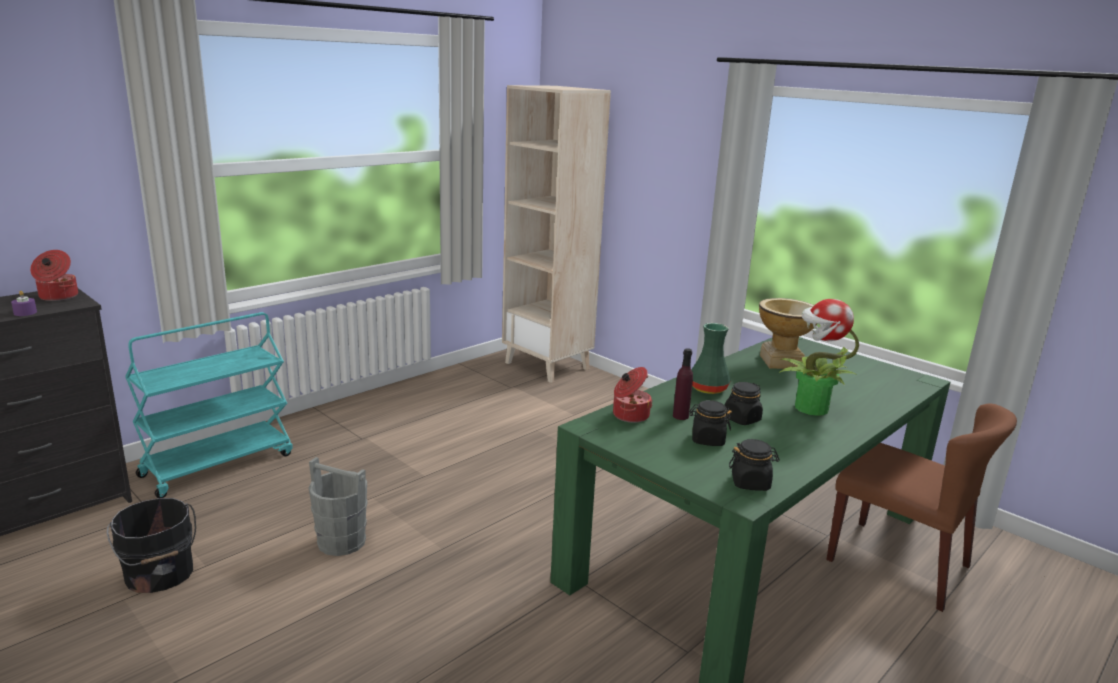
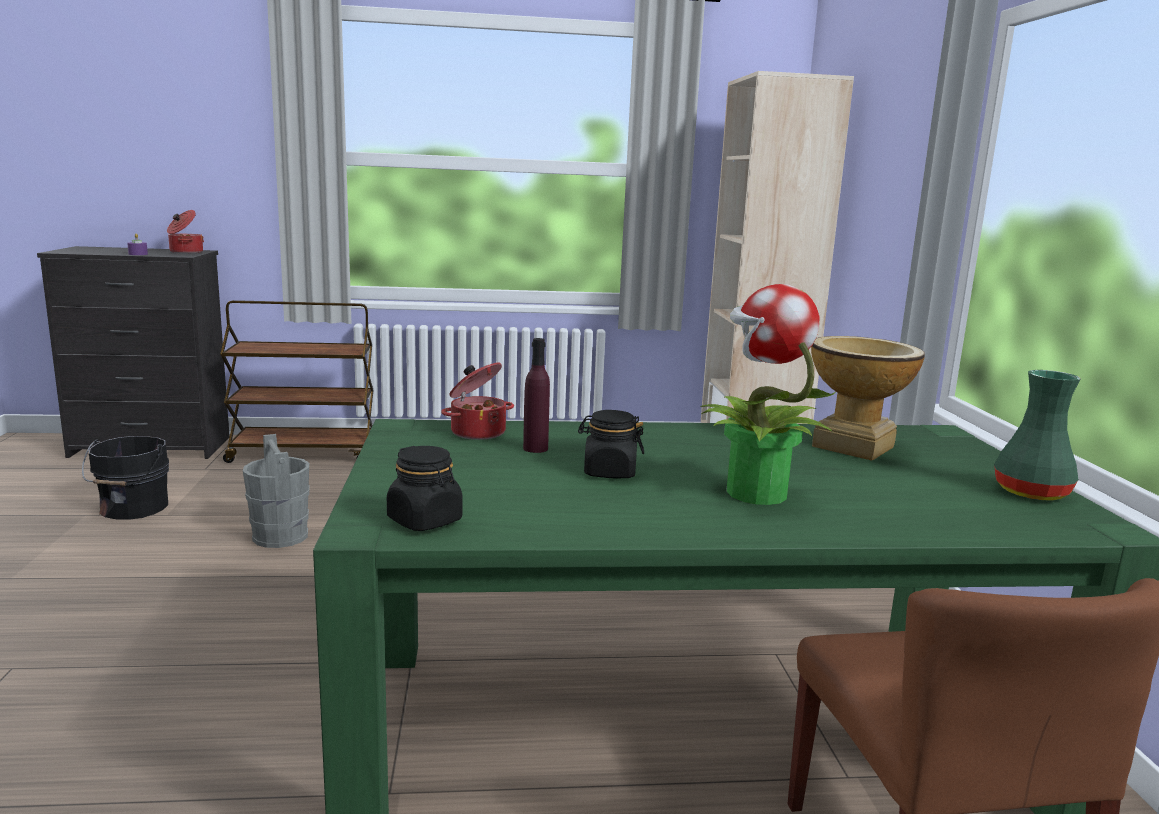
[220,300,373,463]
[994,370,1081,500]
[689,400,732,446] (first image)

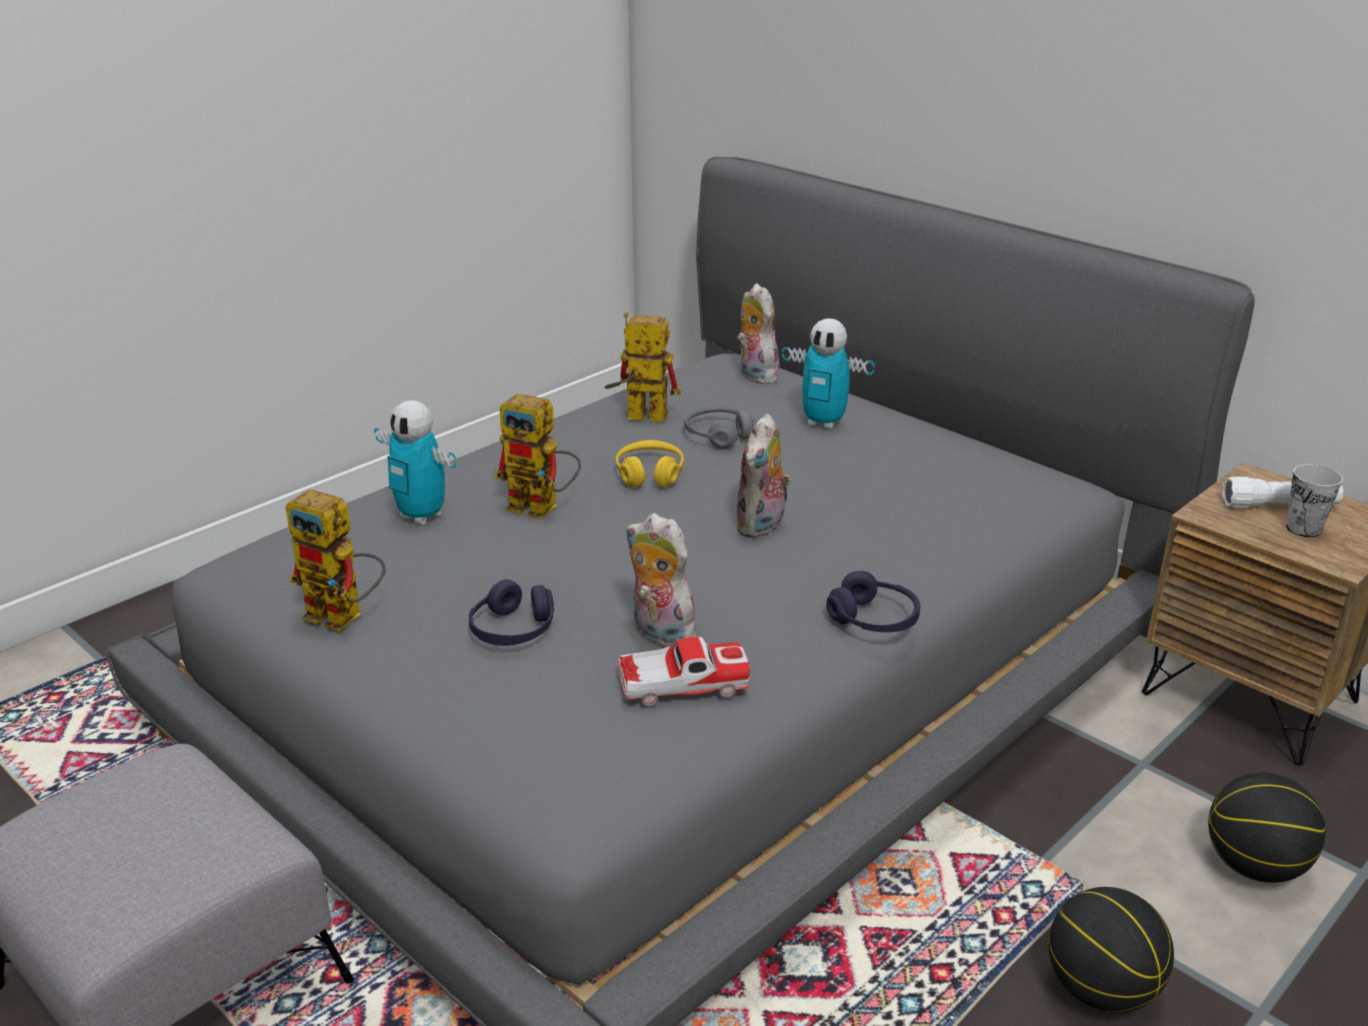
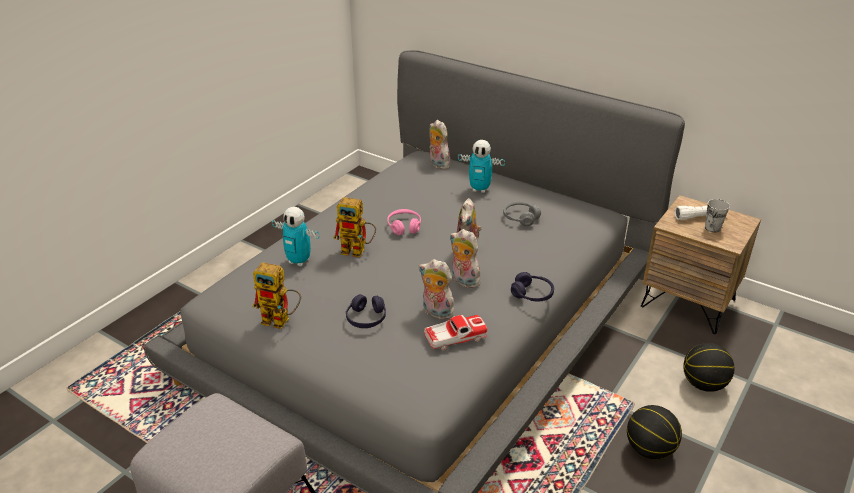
[387,209,421,235]
[450,229,480,288]
[503,202,541,226]
[605,312,681,423] (first image)

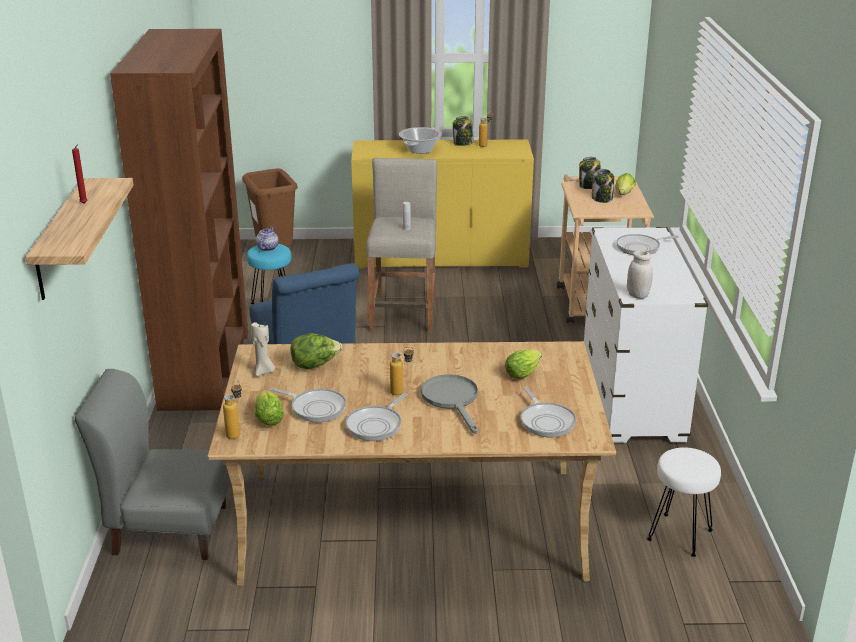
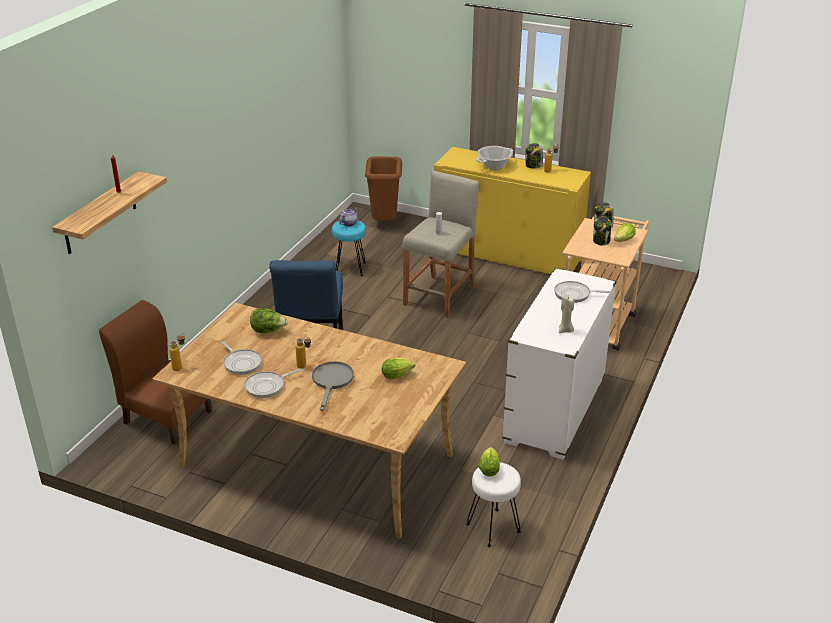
[99,300,212,444]
[478,447,500,477]
[559,295,574,333]
[110,29,248,411] (first image)
[520,387,576,437] (first image)
[627,250,653,299] (first image)

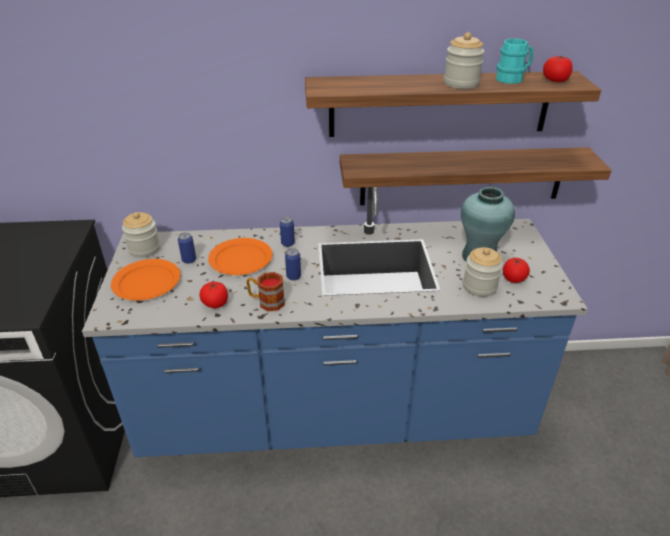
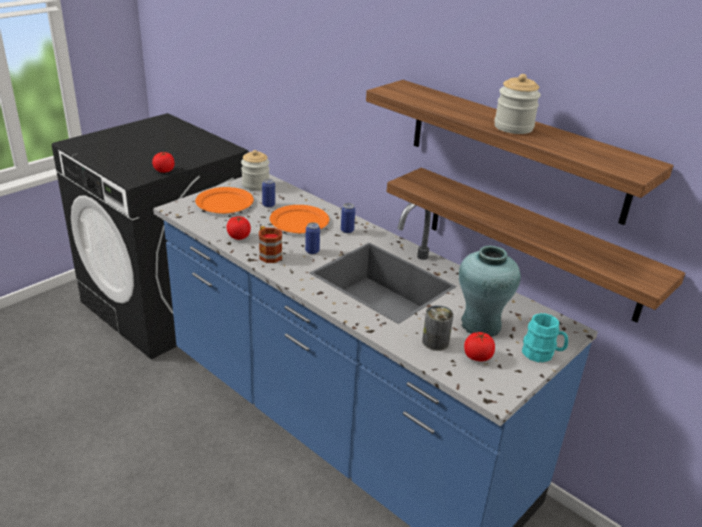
[152,152,175,173]
[422,305,453,351]
[522,313,568,363]

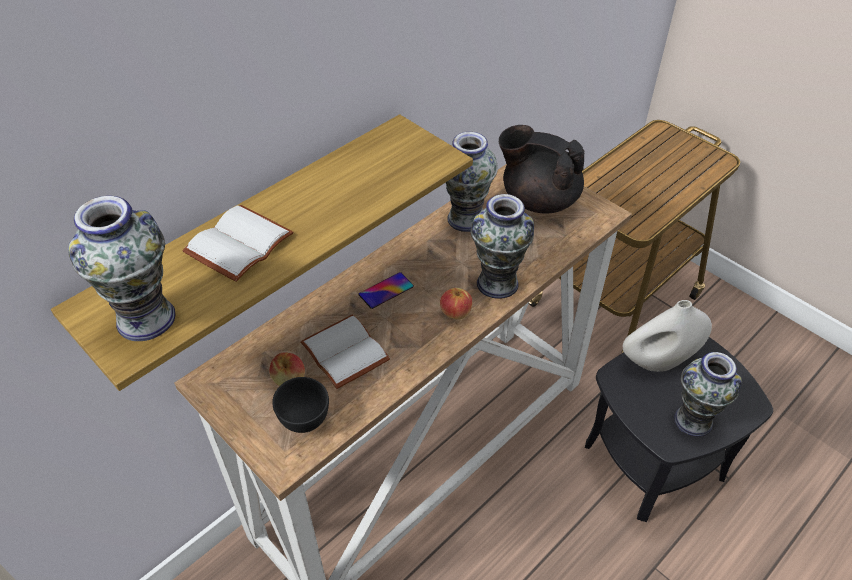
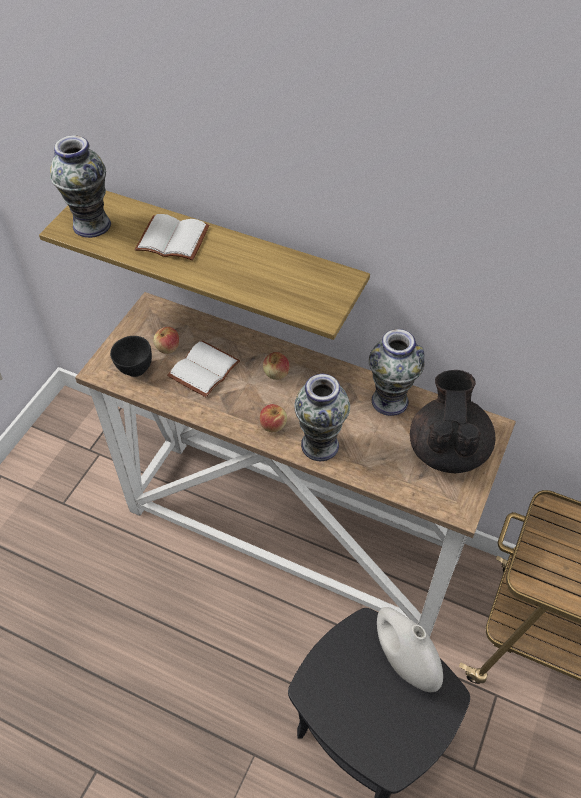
[263,352,289,380]
[674,352,742,437] (first image)

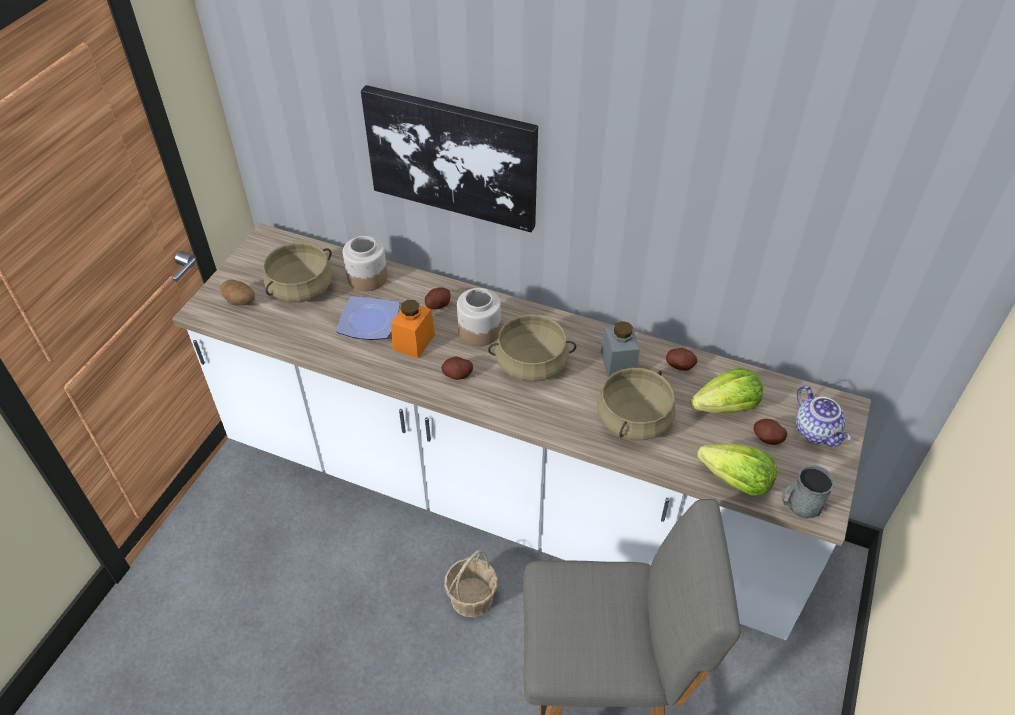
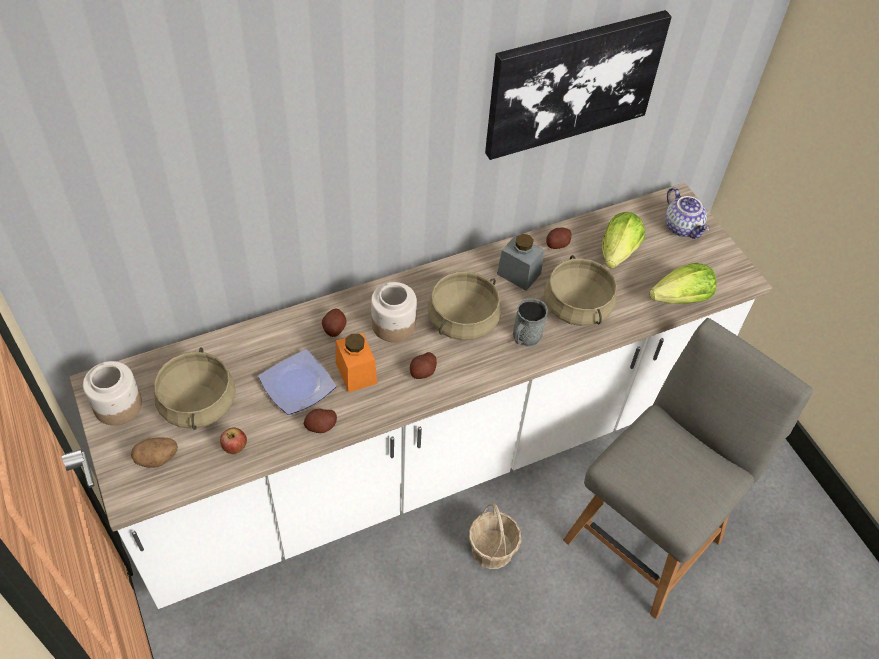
[83,361,142,425]
[220,427,247,454]
[304,409,337,433]
[485,10,672,160]
[513,298,548,347]
[665,187,710,239]

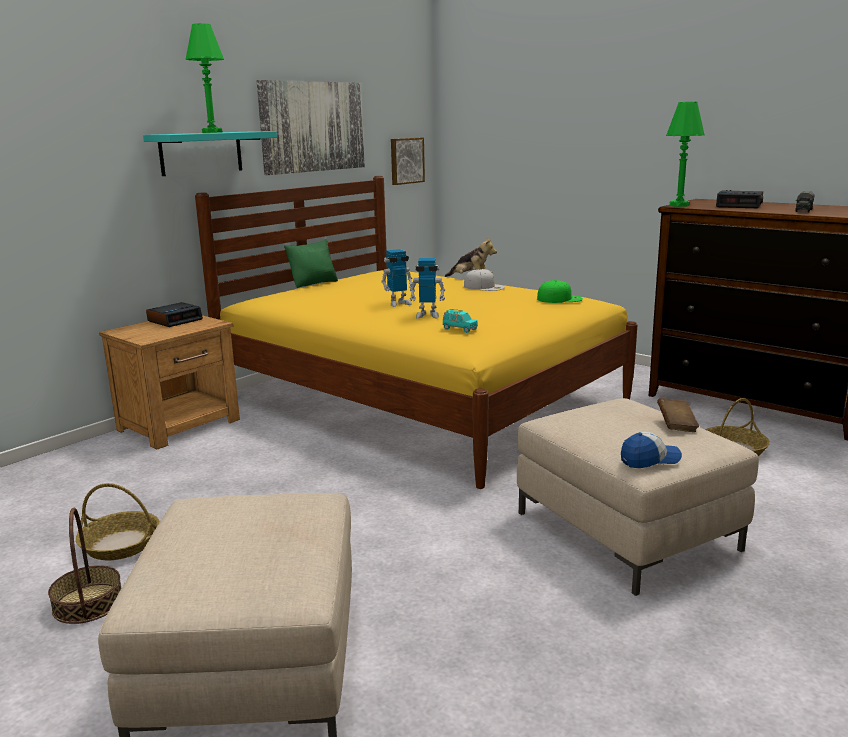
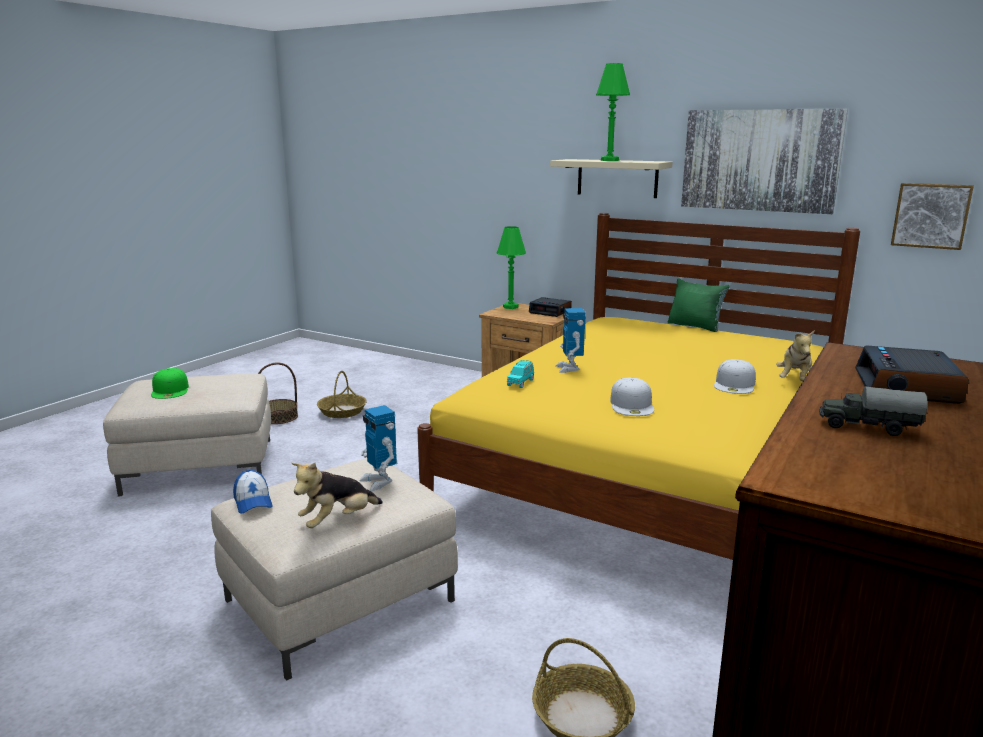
[151,368,189,399]
[292,463,383,528]
[359,405,397,491]
[497,226,526,309]
[550,159,673,198]
[610,378,654,416]

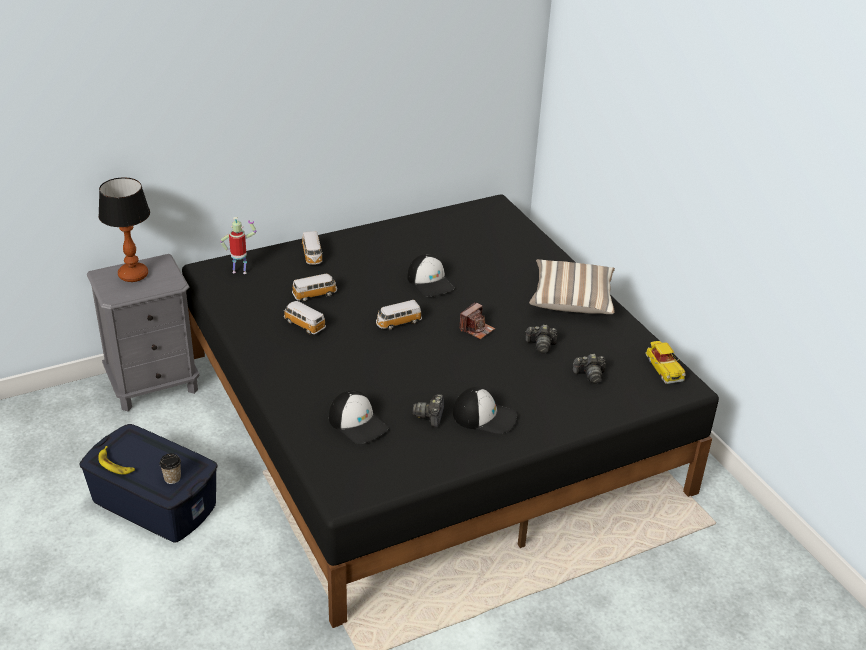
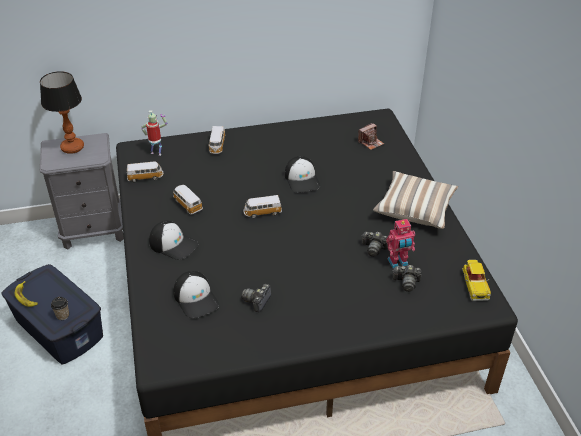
[127,162,164,183]
[149,221,198,260]
[358,123,384,150]
[386,219,415,269]

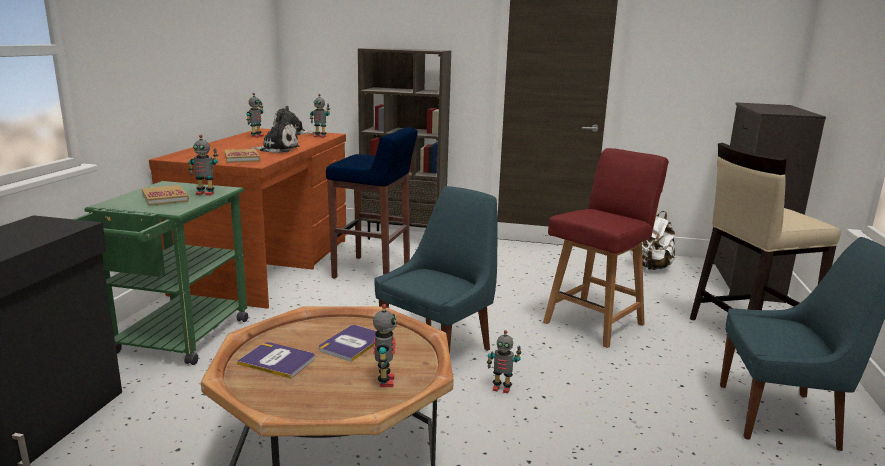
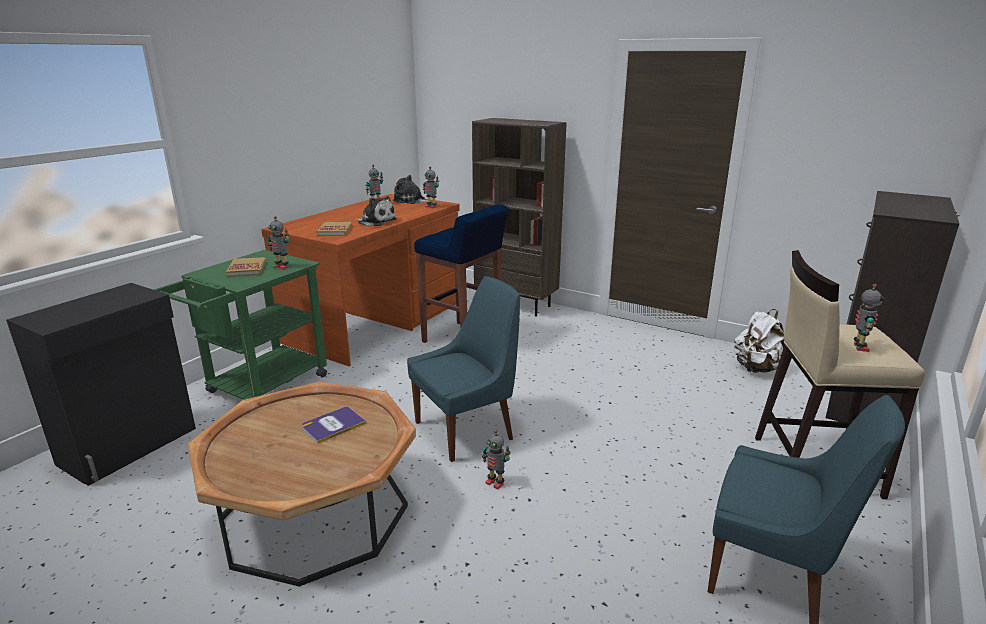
[854,284,884,352]
[237,342,315,379] (first image)
[543,148,669,348] (first image)

